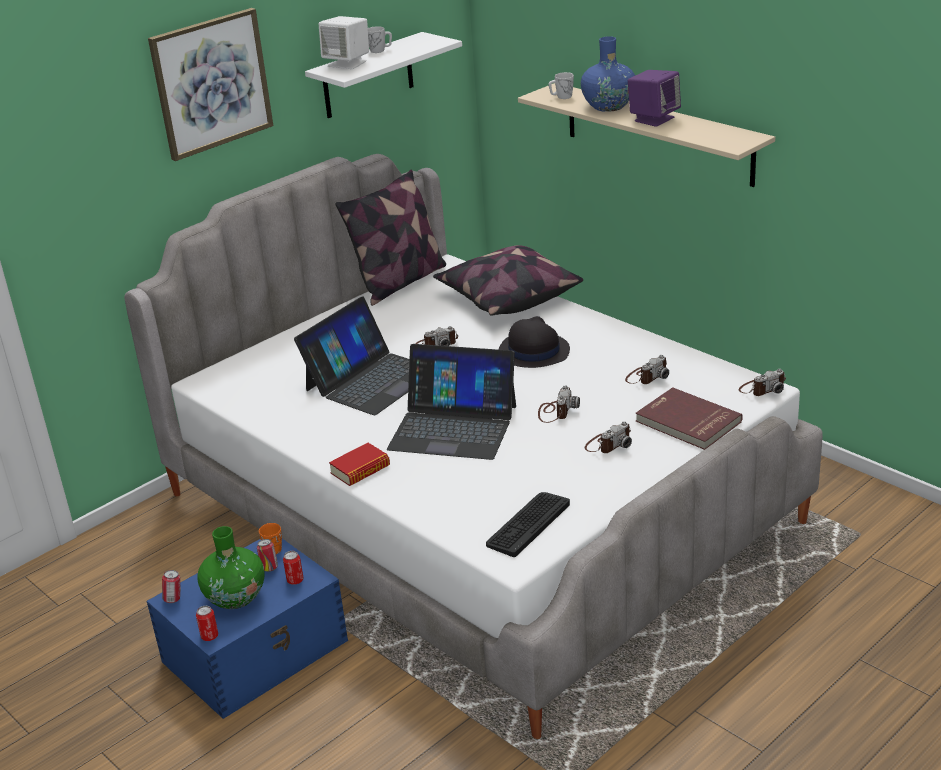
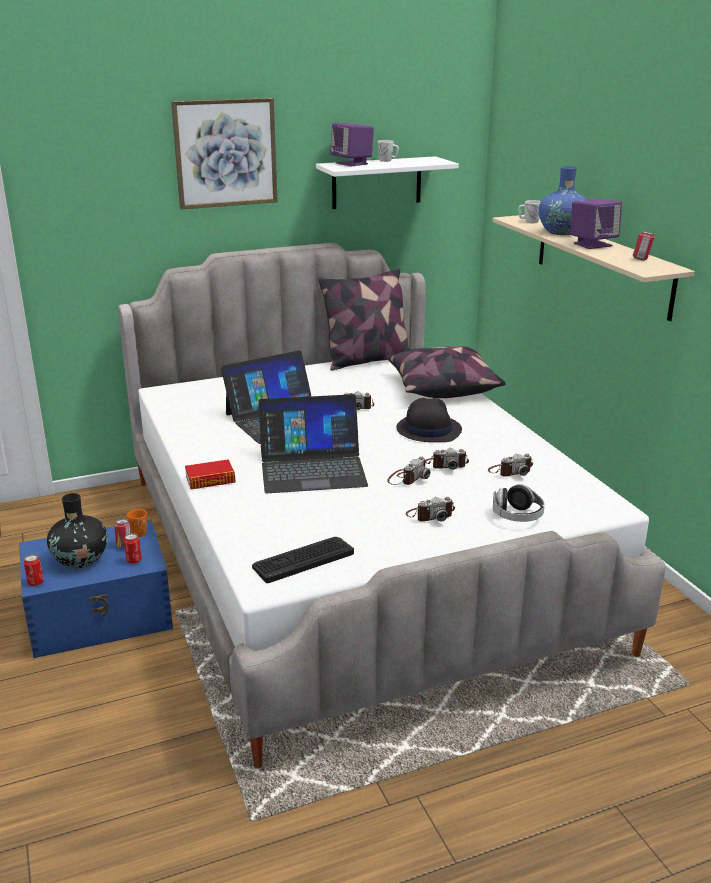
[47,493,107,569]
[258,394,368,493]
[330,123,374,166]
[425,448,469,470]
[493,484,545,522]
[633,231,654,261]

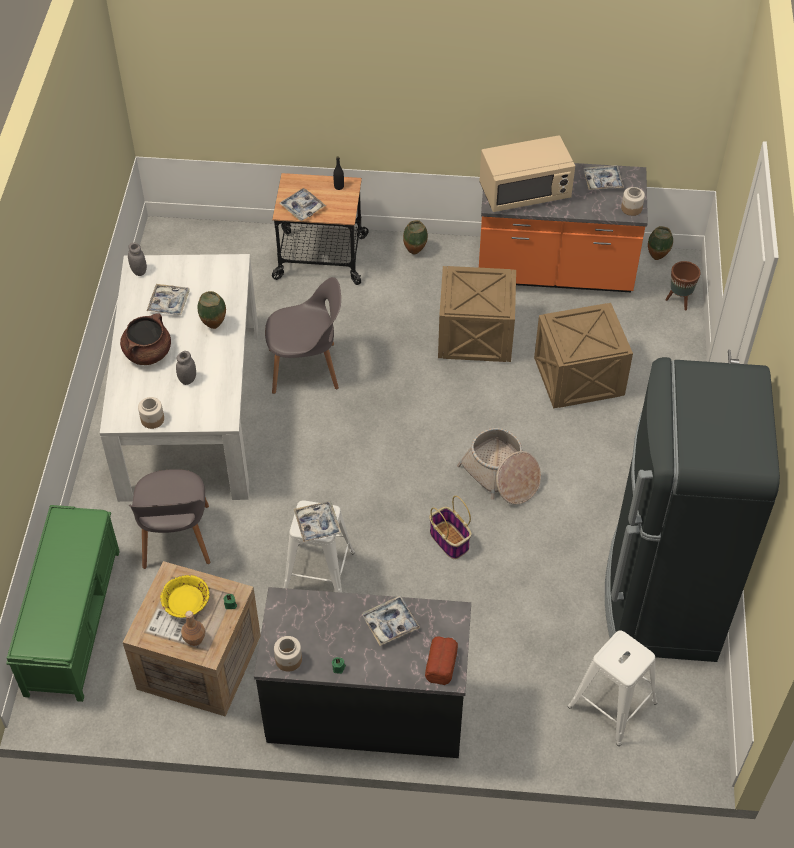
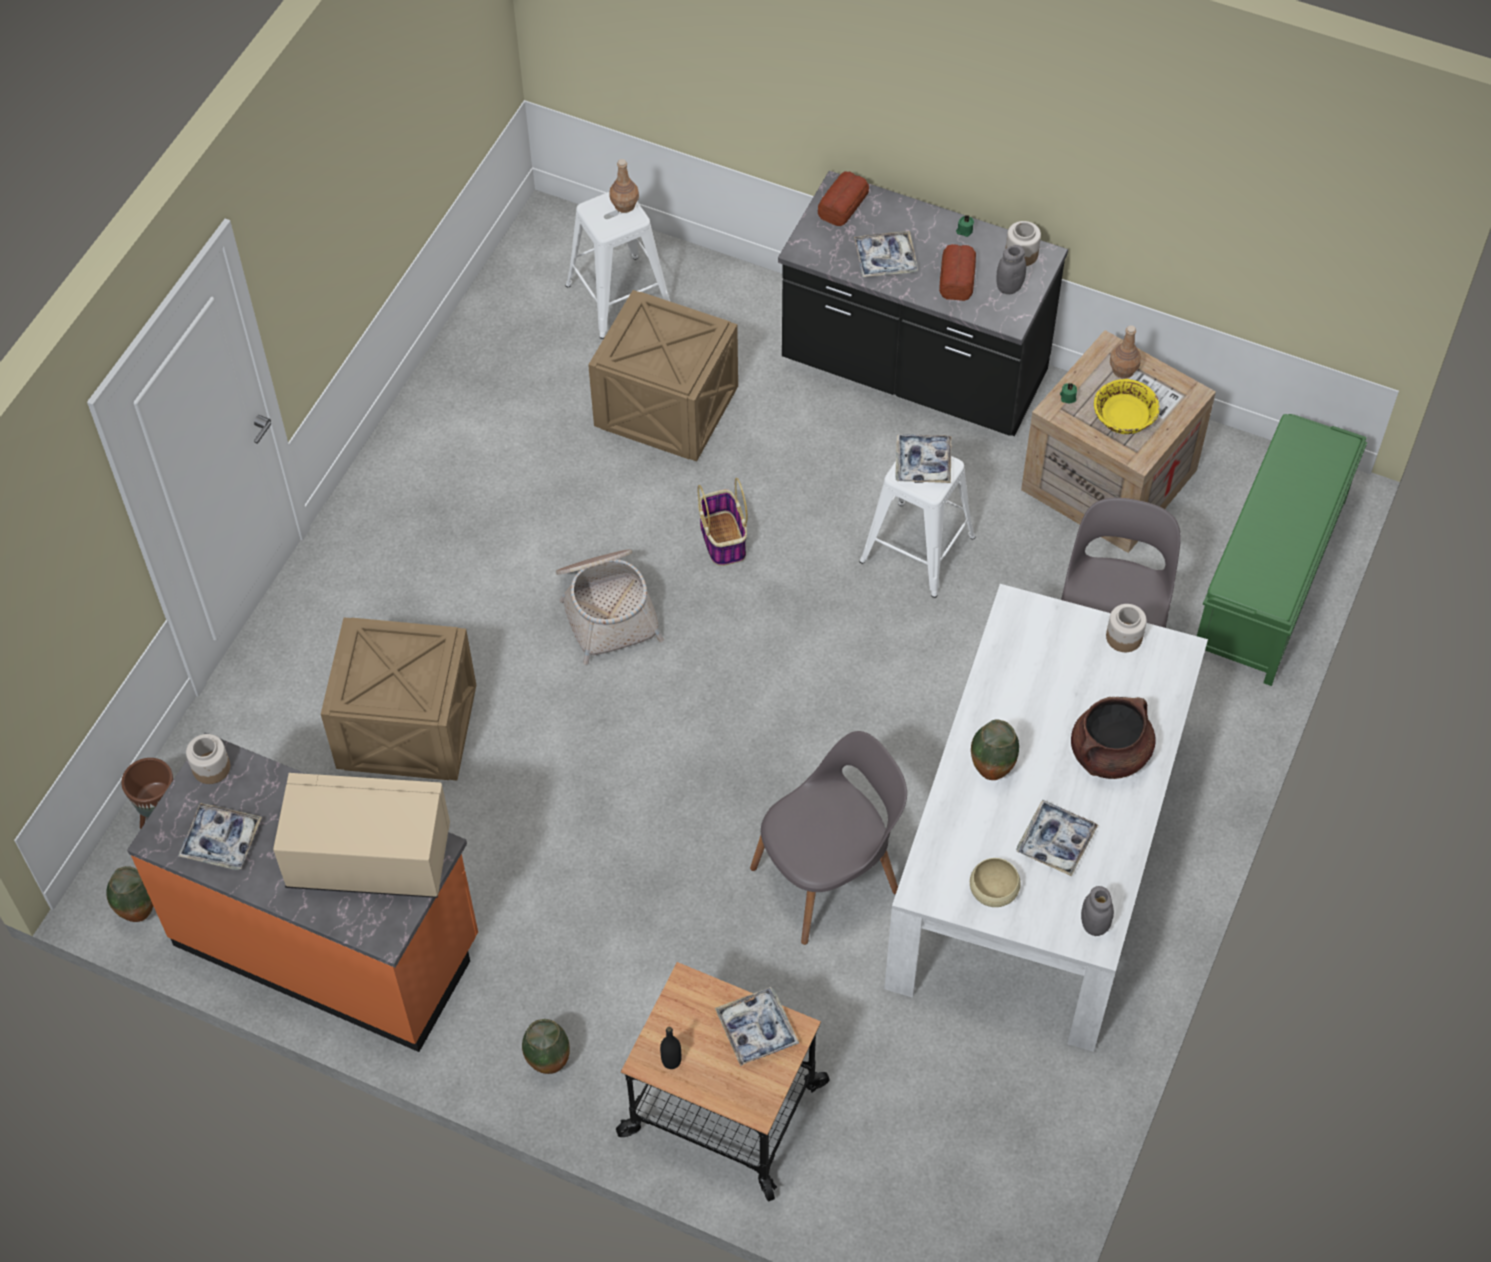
[588,290,738,461]
[610,159,639,213]
[750,731,907,945]
[939,244,976,301]
[970,858,1021,907]
[996,245,1026,294]
[605,357,780,662] (first image)

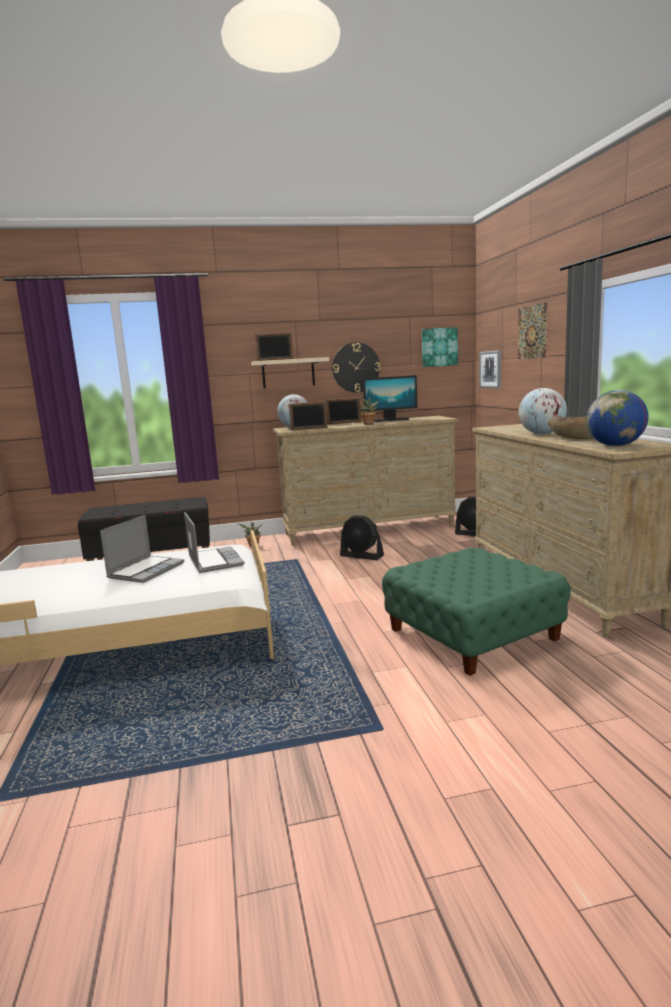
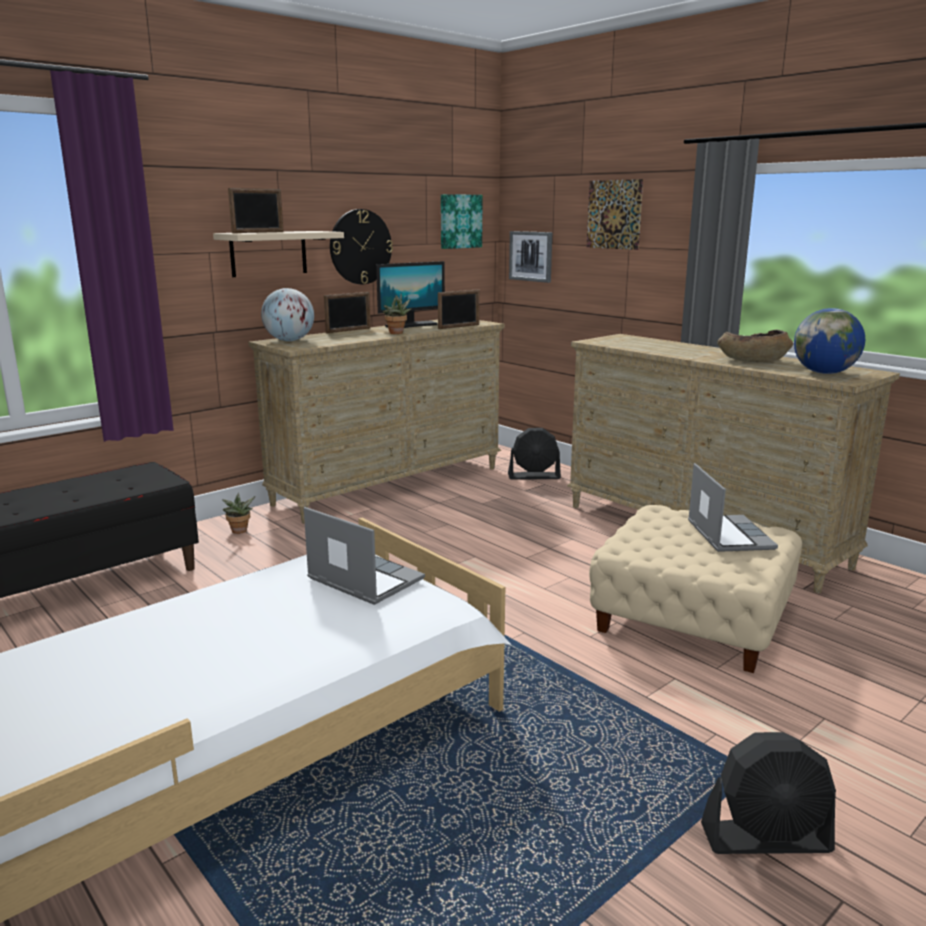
[438,289,479,329]
[589,505,802,673]
[688,463,778,552]
[701,732,836,854]
[519,388,567,434] (first image)

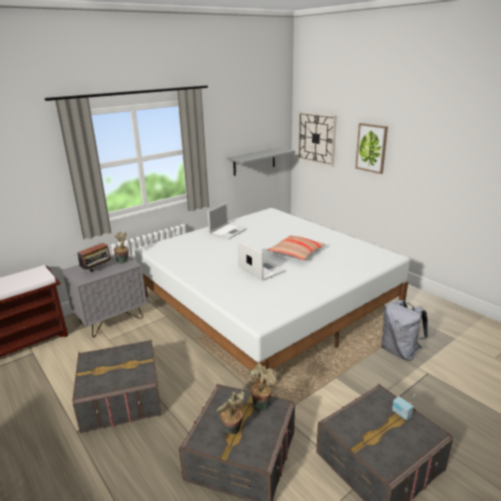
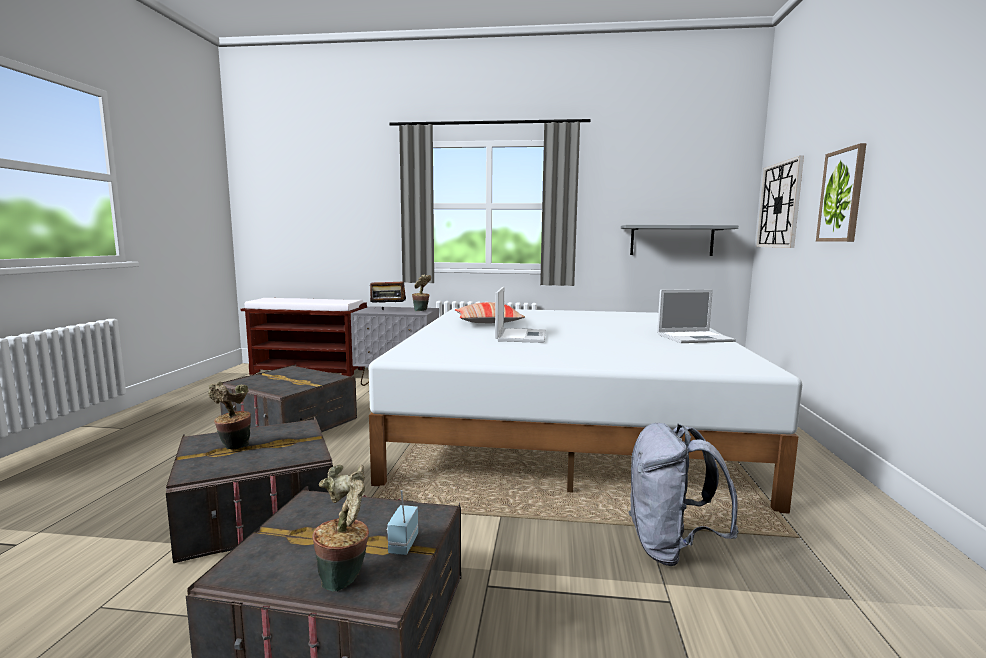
[312,465,369,592]
[455,302,525,323]
[657,289,736,343]

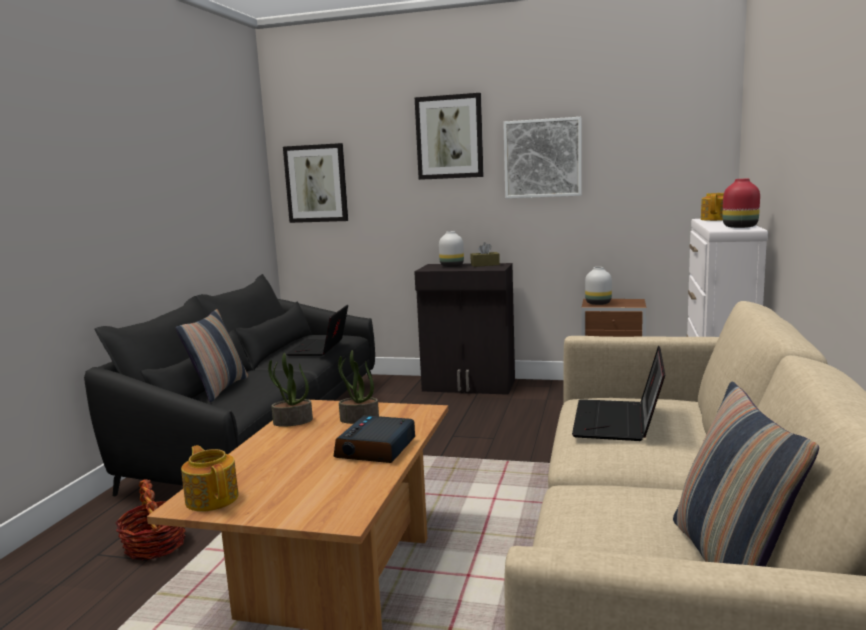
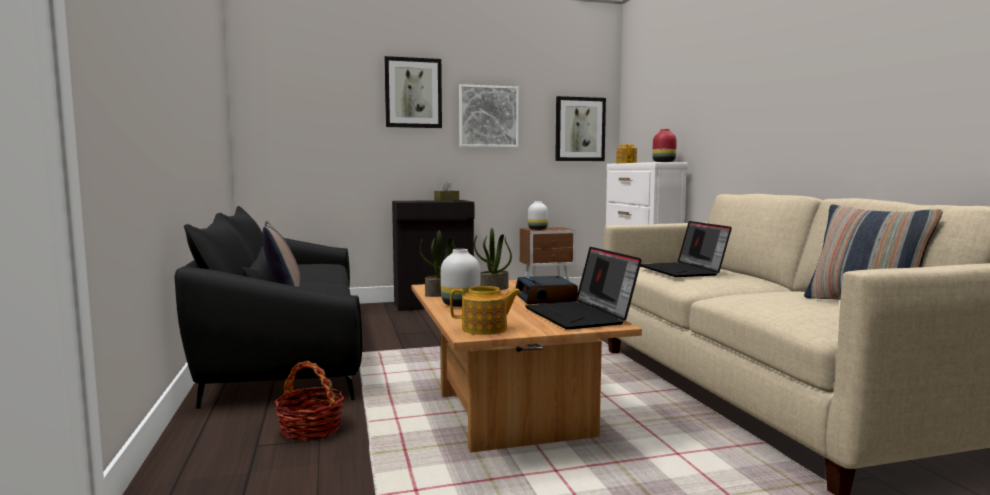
[441,249,480,307]
[450,286,522,335]
[525,247,641,330]
[555,96,606,161]

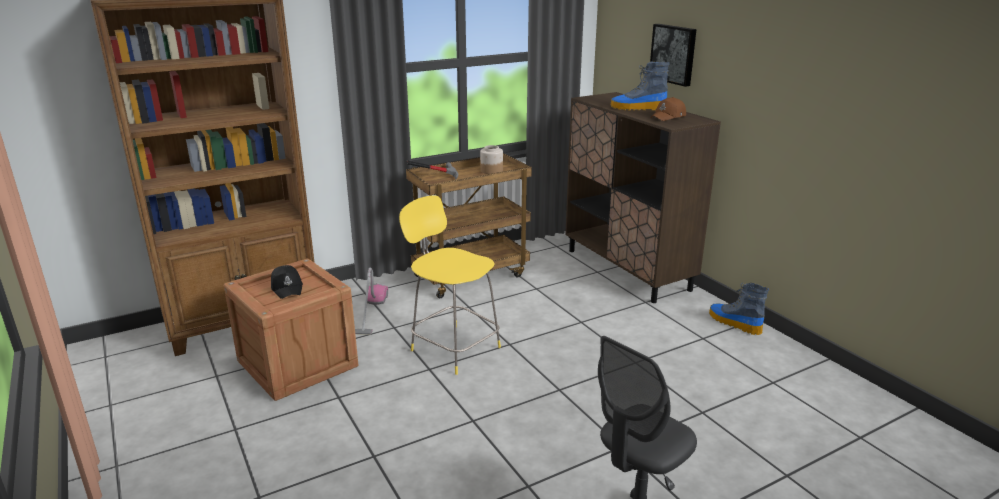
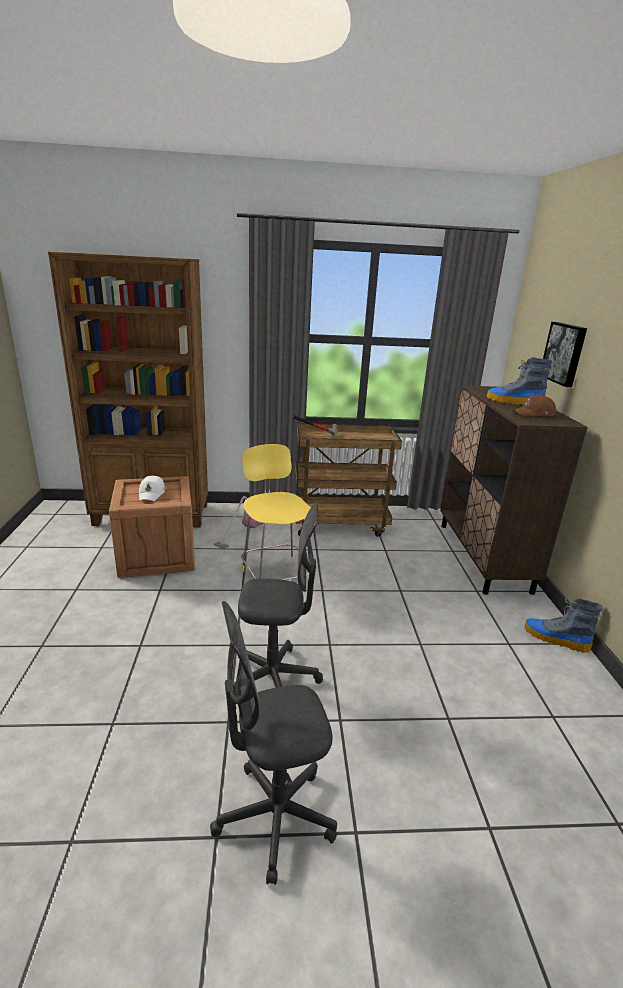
[139,476,165,501]
[232,502,323,695]
[525,598,603,653]
[480,145,503,174] (first image)

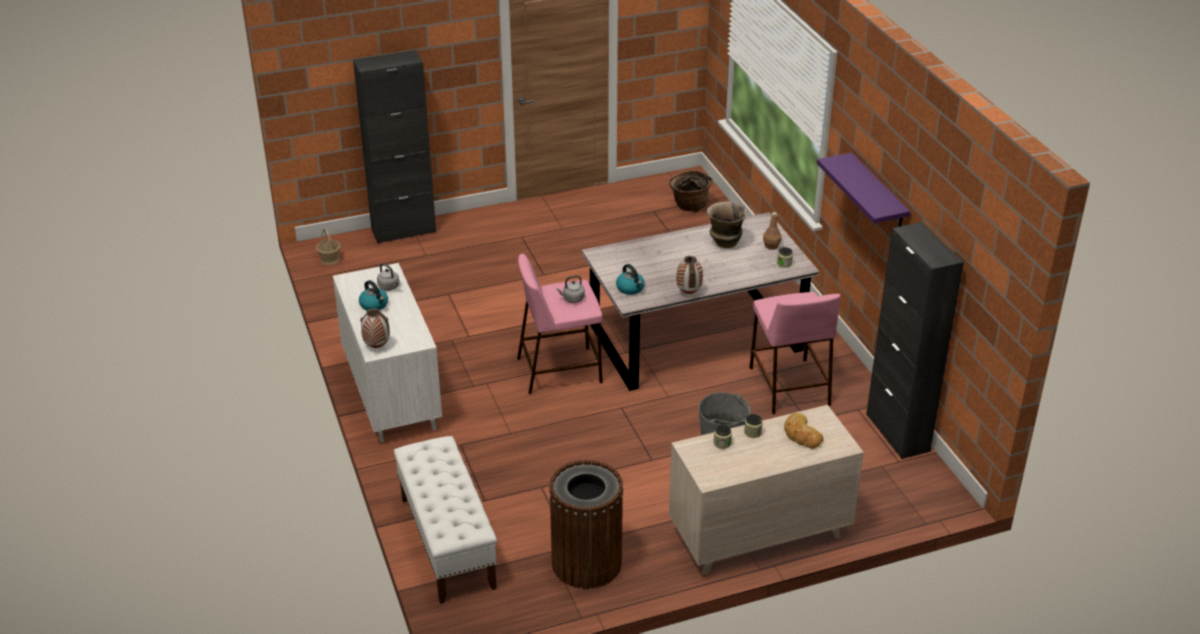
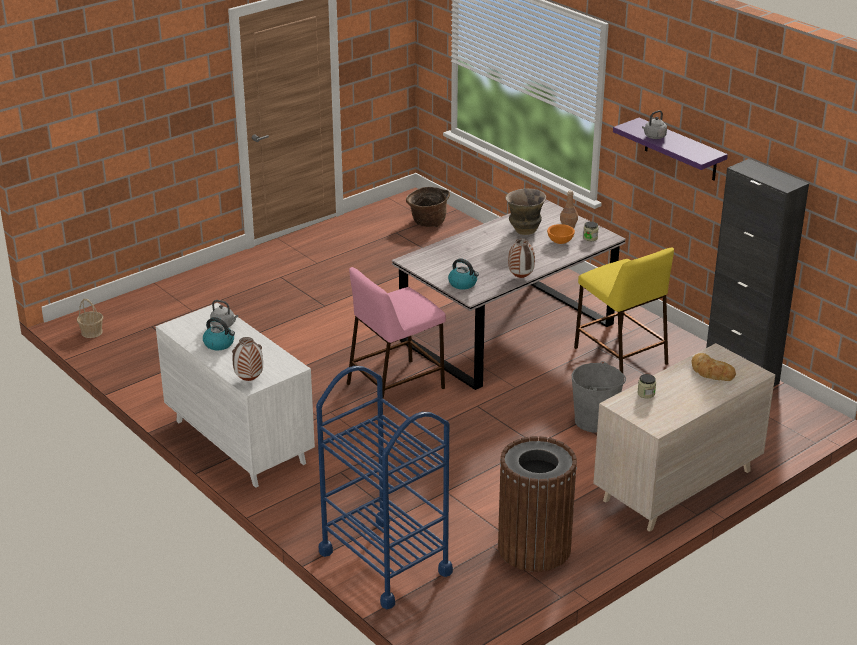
[316,366,453,609]
[547,224,575,244]
[574,248,674,373]
[642,110,667,139]
[353,50,436,244] (first image)
[744,414,763,438] (first image)

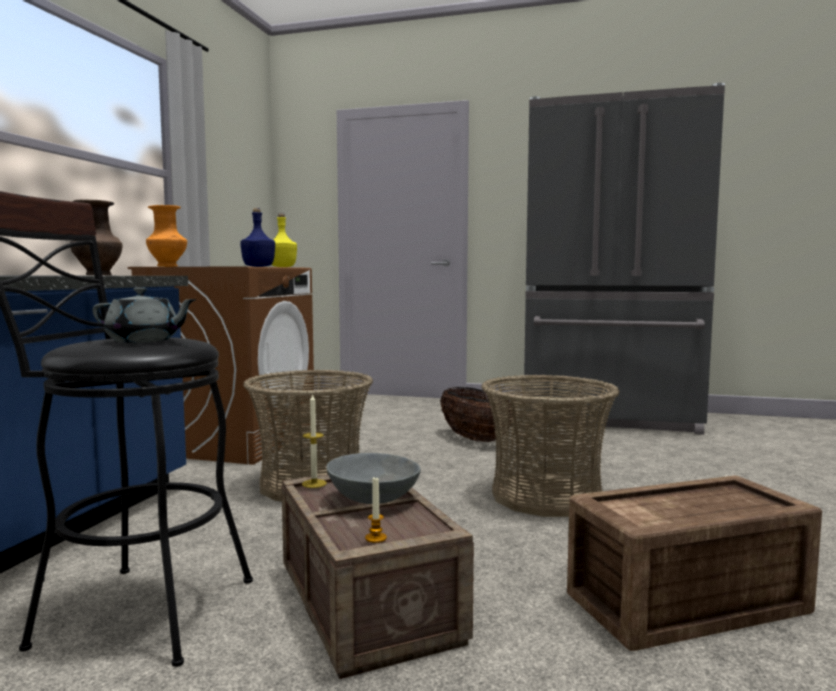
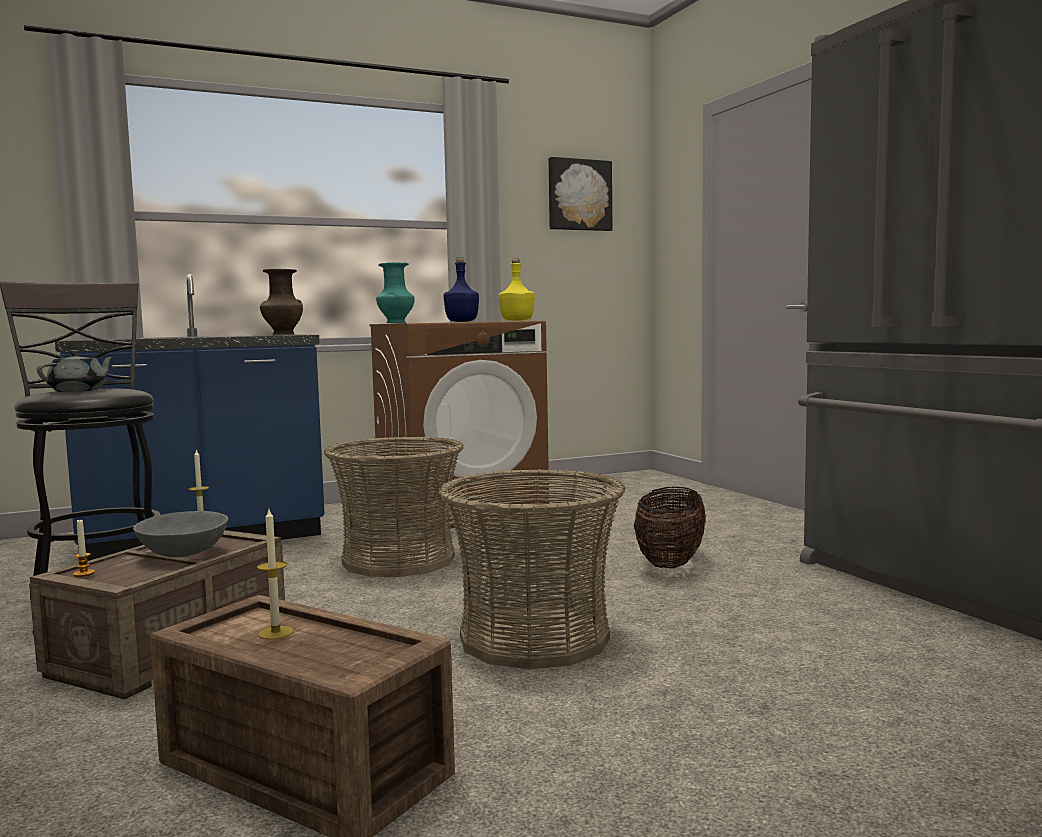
[37,350,114,392]
[257,509,294,639]
[376,262,415,323]
[549,157,613,231]

